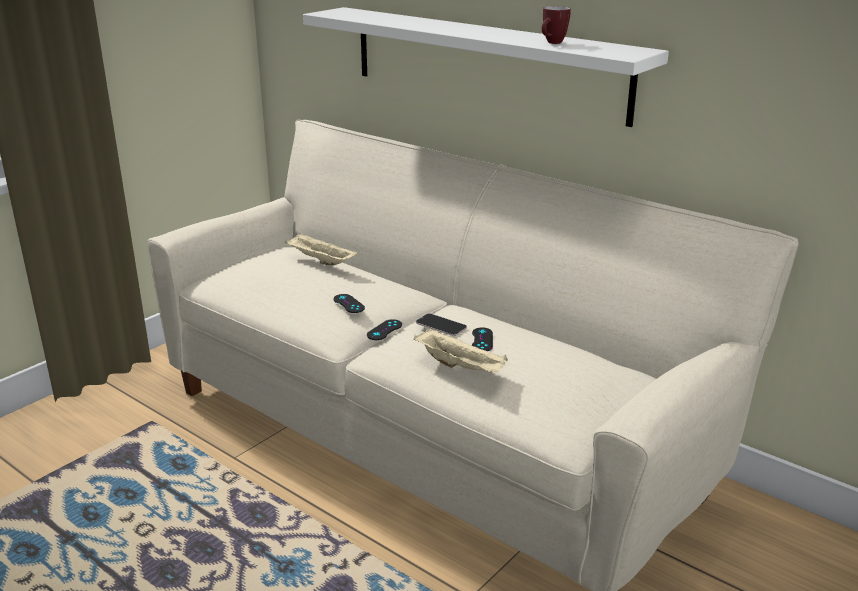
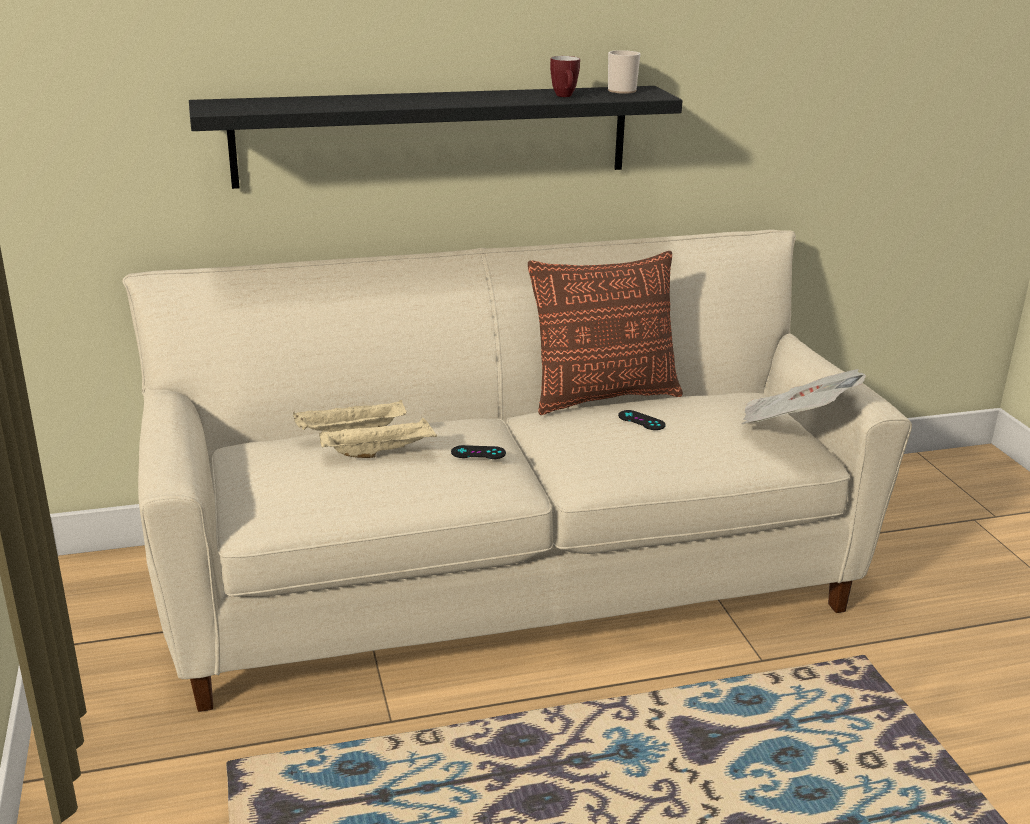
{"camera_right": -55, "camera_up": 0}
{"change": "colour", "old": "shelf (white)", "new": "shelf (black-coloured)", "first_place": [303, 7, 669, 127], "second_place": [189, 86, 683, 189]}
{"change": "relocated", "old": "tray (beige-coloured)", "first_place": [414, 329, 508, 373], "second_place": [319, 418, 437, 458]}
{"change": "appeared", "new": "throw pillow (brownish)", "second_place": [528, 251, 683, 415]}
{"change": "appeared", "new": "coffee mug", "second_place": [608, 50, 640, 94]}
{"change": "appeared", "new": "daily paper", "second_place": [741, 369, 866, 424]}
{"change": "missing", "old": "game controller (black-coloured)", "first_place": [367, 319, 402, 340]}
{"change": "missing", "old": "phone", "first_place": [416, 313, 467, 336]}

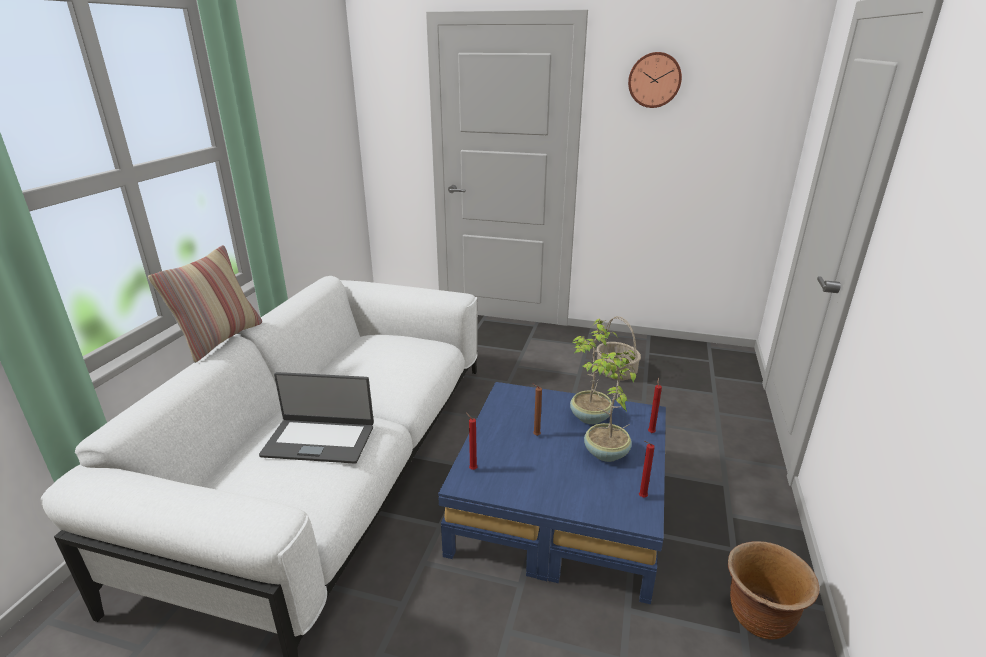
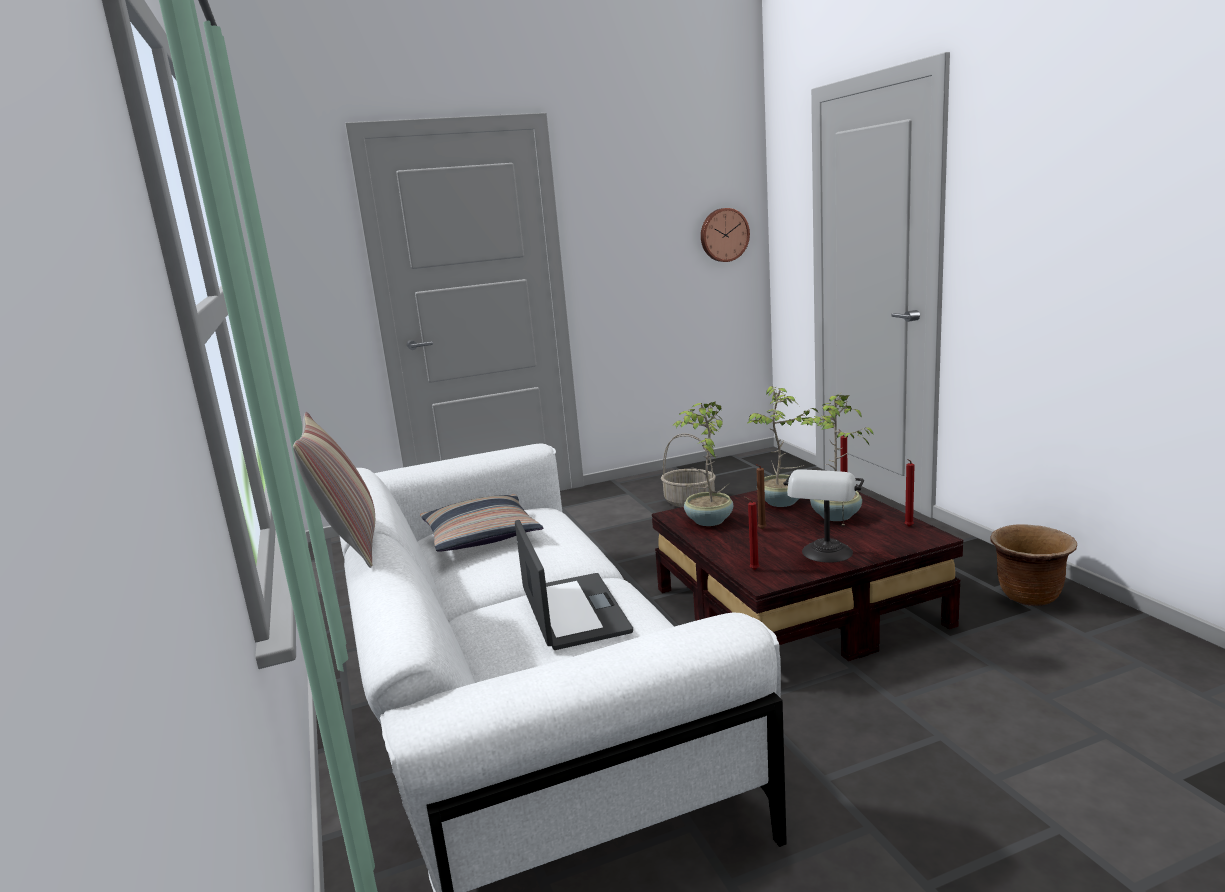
{"camera_right": -35, "camera_up": -10}
{"change": "appeared", "new": "throw pillow", "second_place": [420, 494, 543, 552]}
{"change": "spun", "old": "laptop", "first_place": [259, 372, 374, 464], "second_place": [515, 520, 633, 650], "degrees": -75}
{"change": "colour", "old": "coffee table (bluish)", "new": "coffee table (brownish)", "first_place": [438, 382, 666, 604], "second_place": [652, 490, 963, 661]}
{"change": "appeared", "new": "potted plant", "second_place": [673, 401, 733, 526]}
{"change": "relocated", "old": "wall clock", "first_place": [628, 52, 682, 108], "second_place": [701, 208, 750, 262]}
{"change": "appeared", "new": "table lamp", "second_place": [783, 469, 864, 563]}

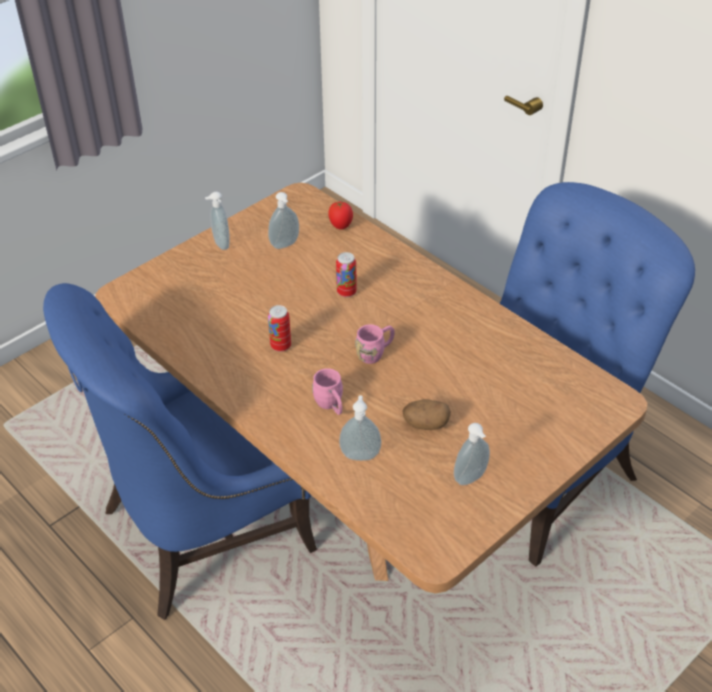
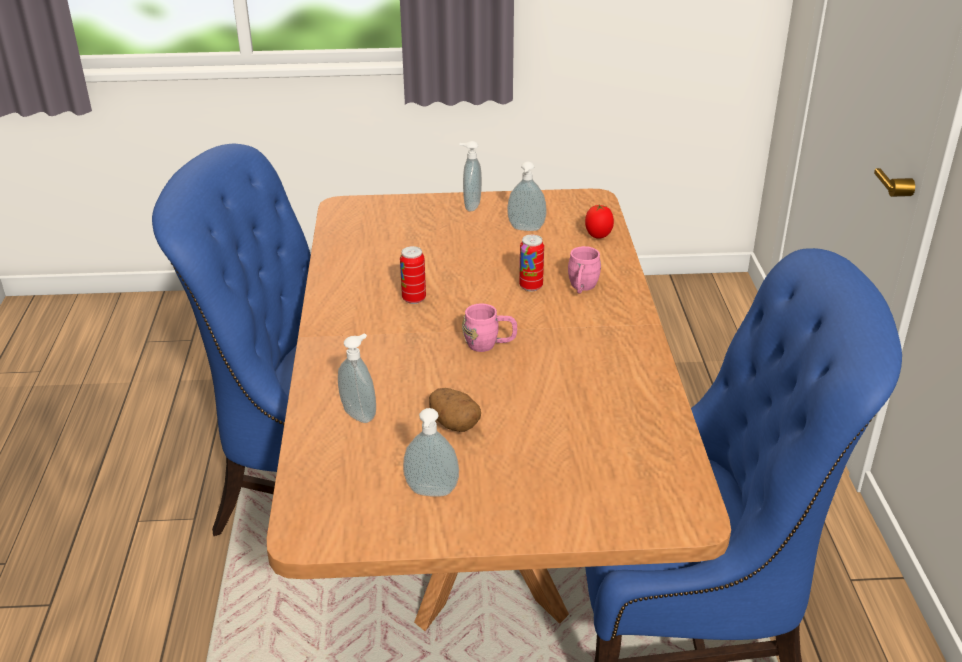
{"camera_right": 40, "camera_up": -10}
{"change": "relocated", "old": "coffee mug (pink)", "first_place": [312, 368, 343, 415], "second_place": [568, 246, 601, 294]}

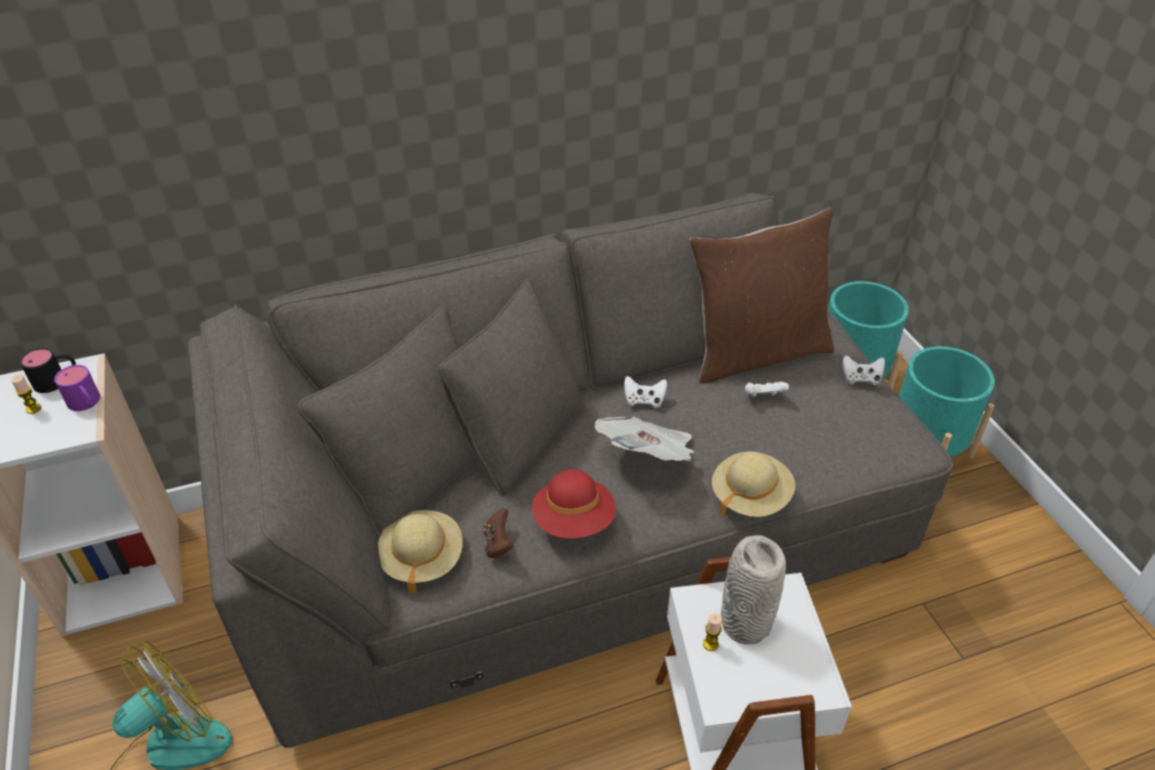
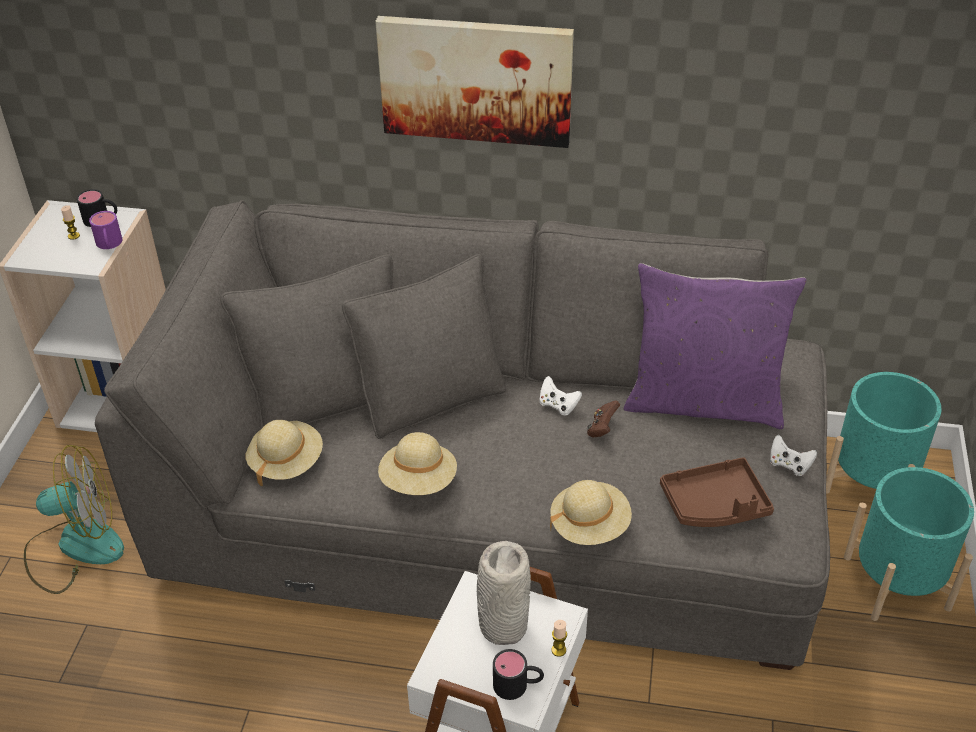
{"camera_right": 30, "camera_up": 0}
{"change": "appeared", "new": "picture", "second_place": [375, 16, 574, 148]}
{"change": "colour", "old": "clothing hat (red-coloured)", "new": "clothing hat (beige-coloured)", "first_place": [532, 469, 616, 538], "second_place": [378, 432, 457, 495]}
{"change": "appeared", "new": "coffee mug (black-coloured)", "second_place": [493, 649, 544, 700]}
{"change": "relocated", "old": "candle", "first_place": [703, 613, 722, 651], "second_place": [551, 620, 567, 657]}
{"change": "relocated", "old": "game controller (brownish)", "first_place": [483, 508, 514, 558], "second_place": [587, 401, 620, 438]}
{"change": "colour", "old": "throw pillow (brownish)", "new": "throw pillow (purple)", "first_place": [689, 208, 834, 384], "second_place": [624, 263, 806, 429]}
{"change": "appeared", "new": "tray (brownish)", "second_place": [660, 457, 774, 527]}
{"change": "missing", "old": "daily paper", "first_place": [595, 417, 694, 461]}
{"change": "missing", "old": "game controller (white)", "first_place": [745, 381, 789, 397]}

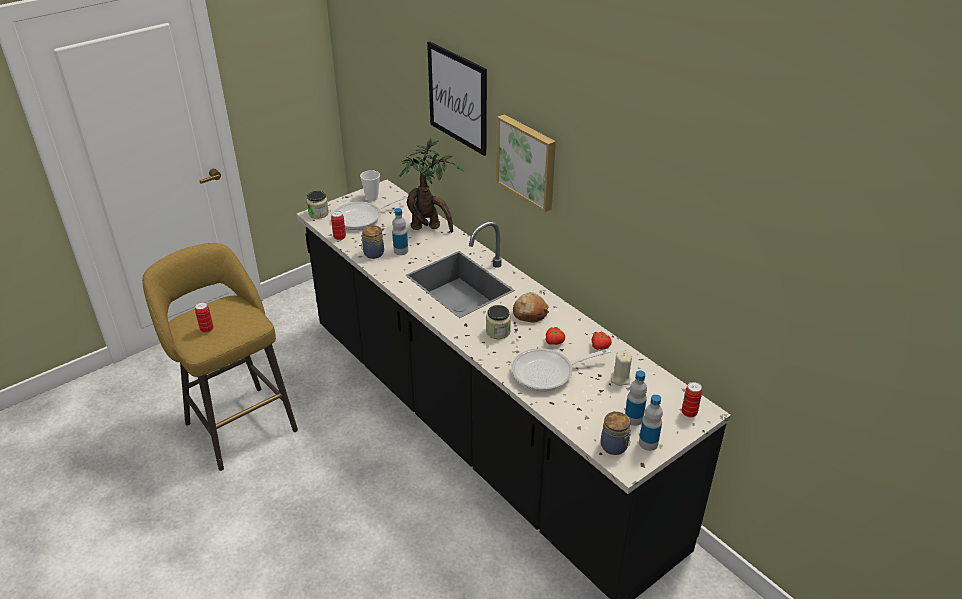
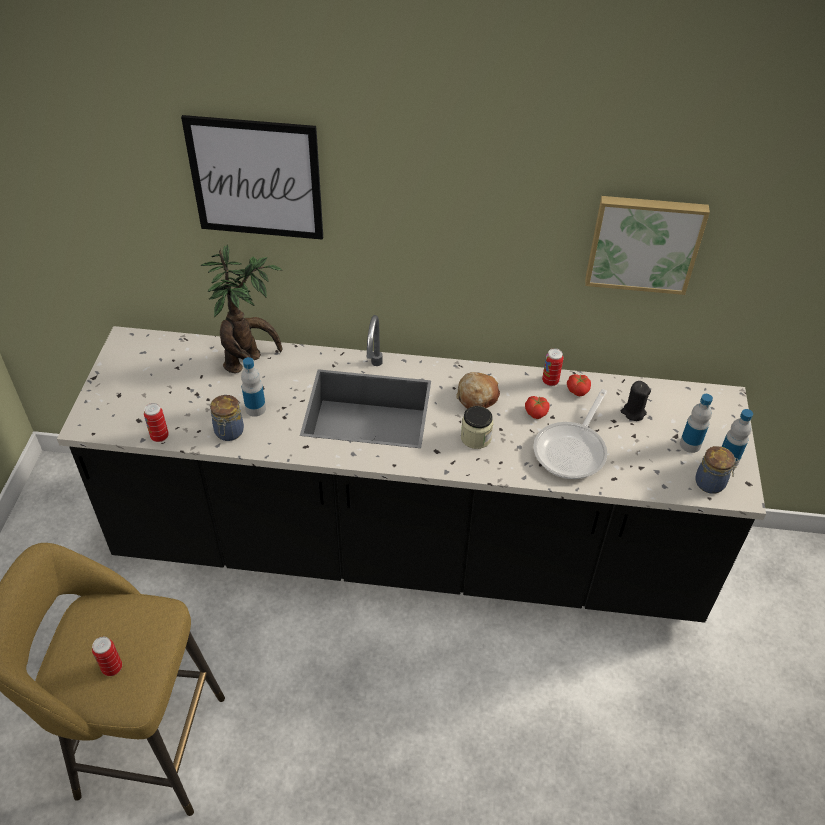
{"camera_right": -45, "camera_up": 10}
{"change": "relocated", "old": "sealed can", "first_place": [682, 382, 702, 417], "second_place": [542, 348, 563, 386]}
{"change": "relocated", "old": "picture", "first_place": [496, 114, 556, 212], "second_place": [585, 196, 710, 295]}
{"change": "colour", "old": "candle (beige-coloured)", "new": "candle (black-coloured)", "first_place": [611, 350, 632, 386], "second_place": [621, 381, 651, 421]}
{"change": "missing", "old": "storage jar", "first_place": [307, 191, 329, 219]}
{"change": "missing", "old": "pan", "first_place": [335, 195, 408, 230]}
{"change": "missing", "old": "cup", "first_place": [360, 170, 380, 201]}

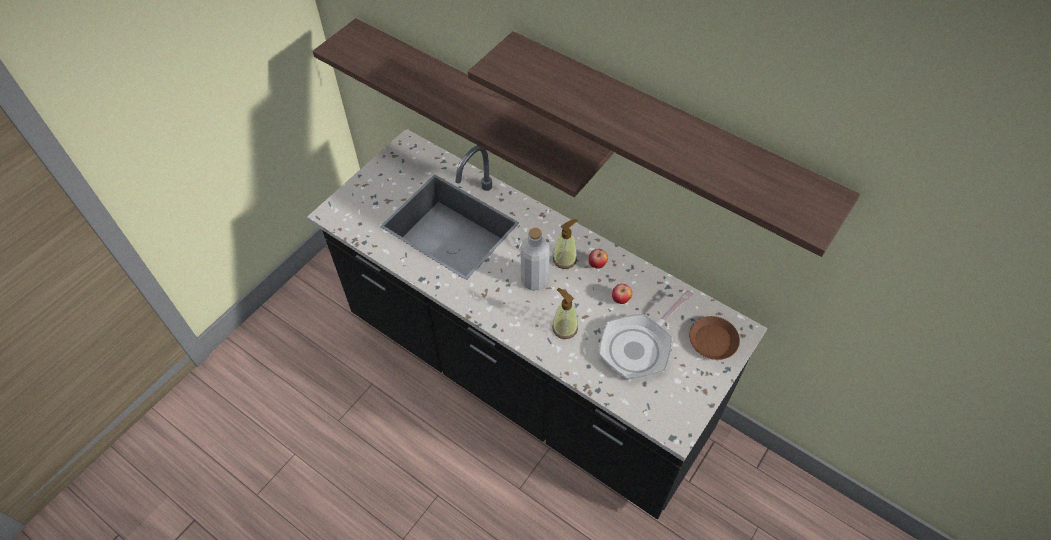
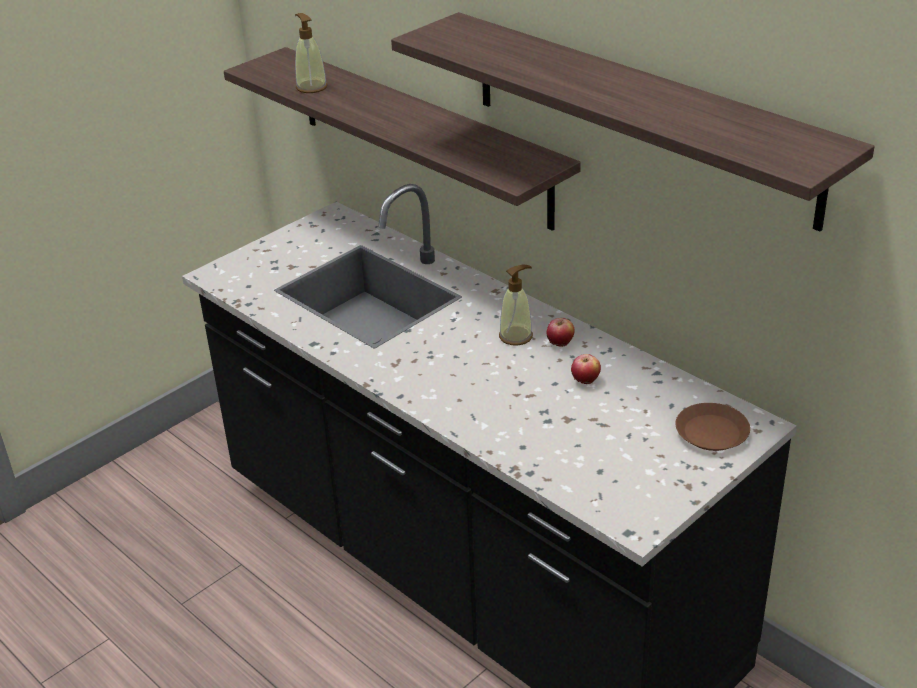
{"camera_right": 10, "camera_up": -20}
{"change": "relocated", "old": "liquid soap bottle", "first_place": [552, 288, 578, 339], "second_place": [295, 13, 327, 93]}
{"change": "missing", "old": "drink bottle (gray)", "first_place": [520, 228, 550, 290]}
{"change": "missing", "old": "pan", "first_place": [598, 290, 694, 380]}

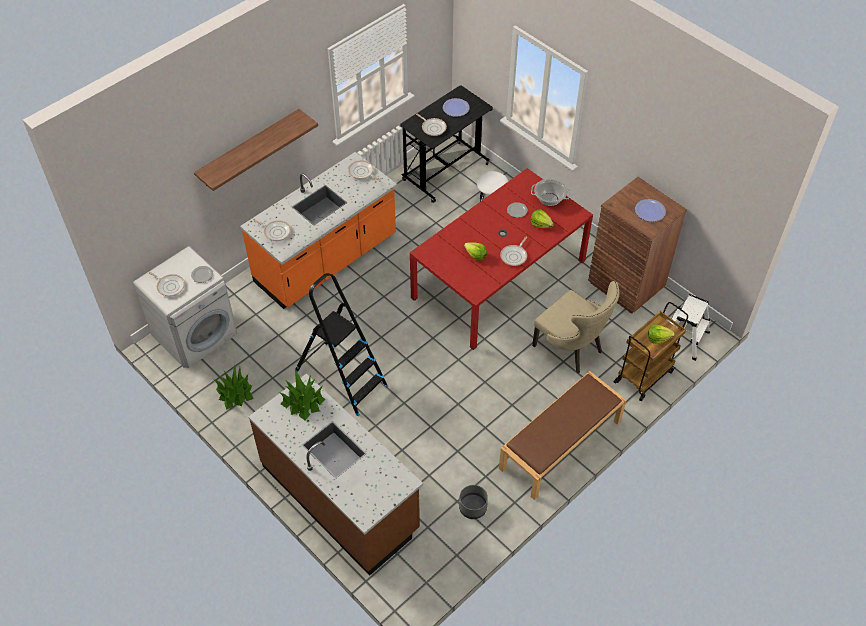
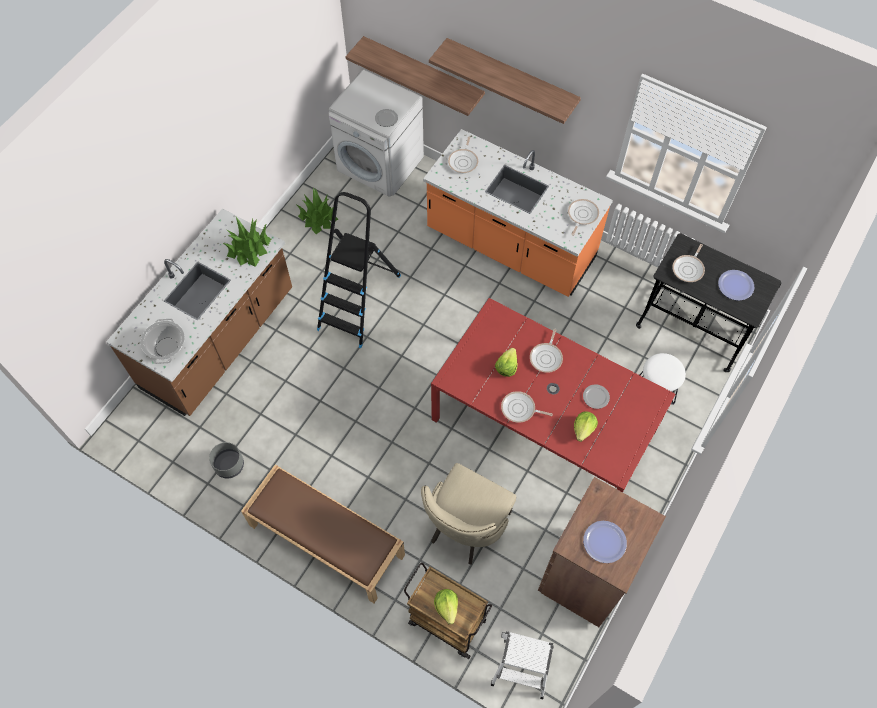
{"camera_right": 75, "camera_up": 10}
{"change": "relocated", "old": "saucepot", "first_place": [531, 179, 570, 206], "second_place": [141, 319, 185, 364]}
{"change": "appeared", "new": "shelf", "second_place": [345, 36, 485, 116]}
{"change": "relocated", "old": "pan", "first_place": [149, 272, 185, 296], "second_place": [530, 329, 563, 373]}

